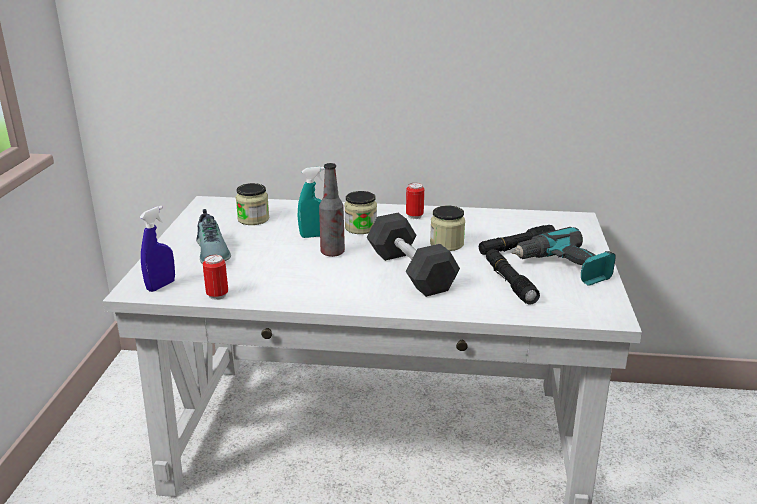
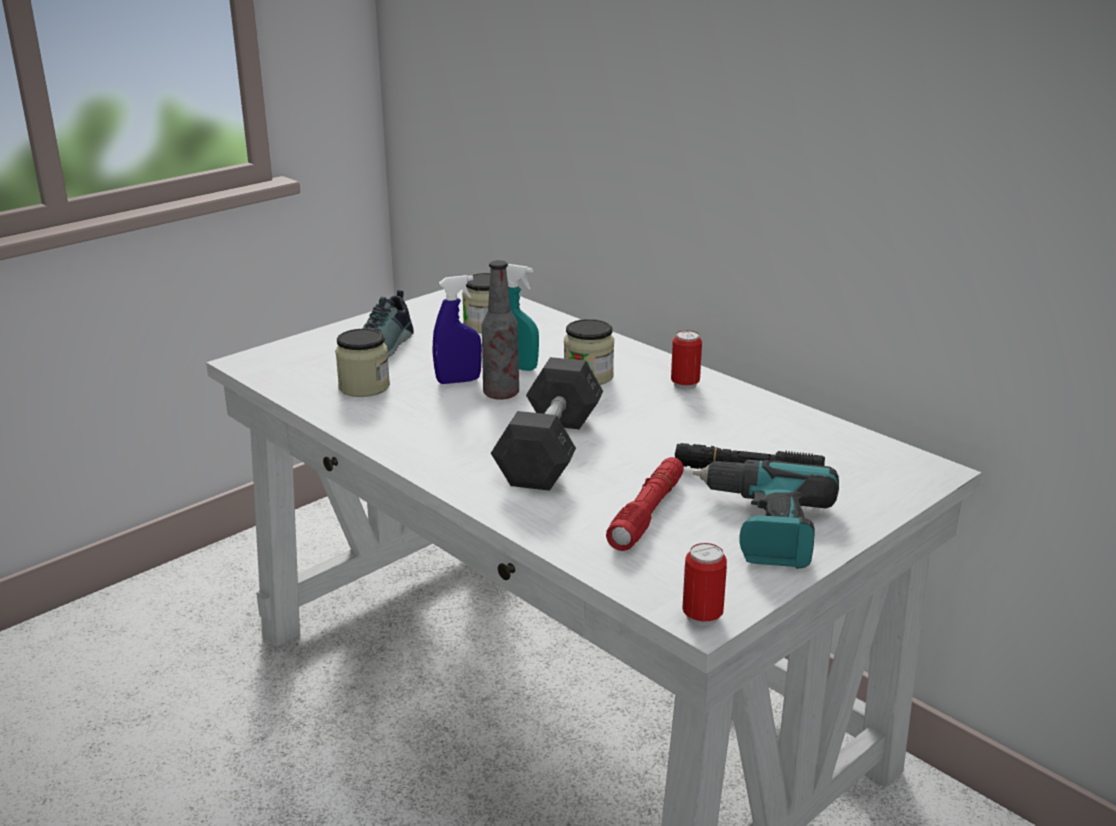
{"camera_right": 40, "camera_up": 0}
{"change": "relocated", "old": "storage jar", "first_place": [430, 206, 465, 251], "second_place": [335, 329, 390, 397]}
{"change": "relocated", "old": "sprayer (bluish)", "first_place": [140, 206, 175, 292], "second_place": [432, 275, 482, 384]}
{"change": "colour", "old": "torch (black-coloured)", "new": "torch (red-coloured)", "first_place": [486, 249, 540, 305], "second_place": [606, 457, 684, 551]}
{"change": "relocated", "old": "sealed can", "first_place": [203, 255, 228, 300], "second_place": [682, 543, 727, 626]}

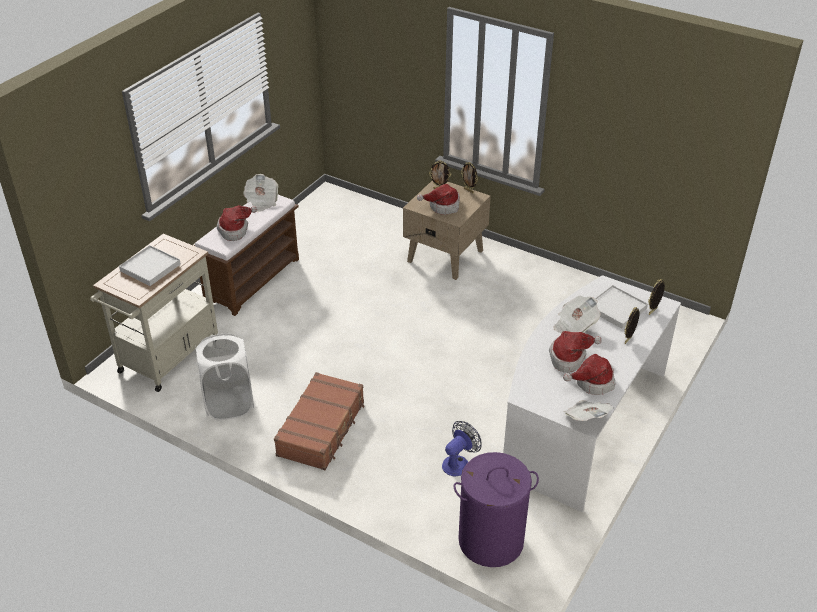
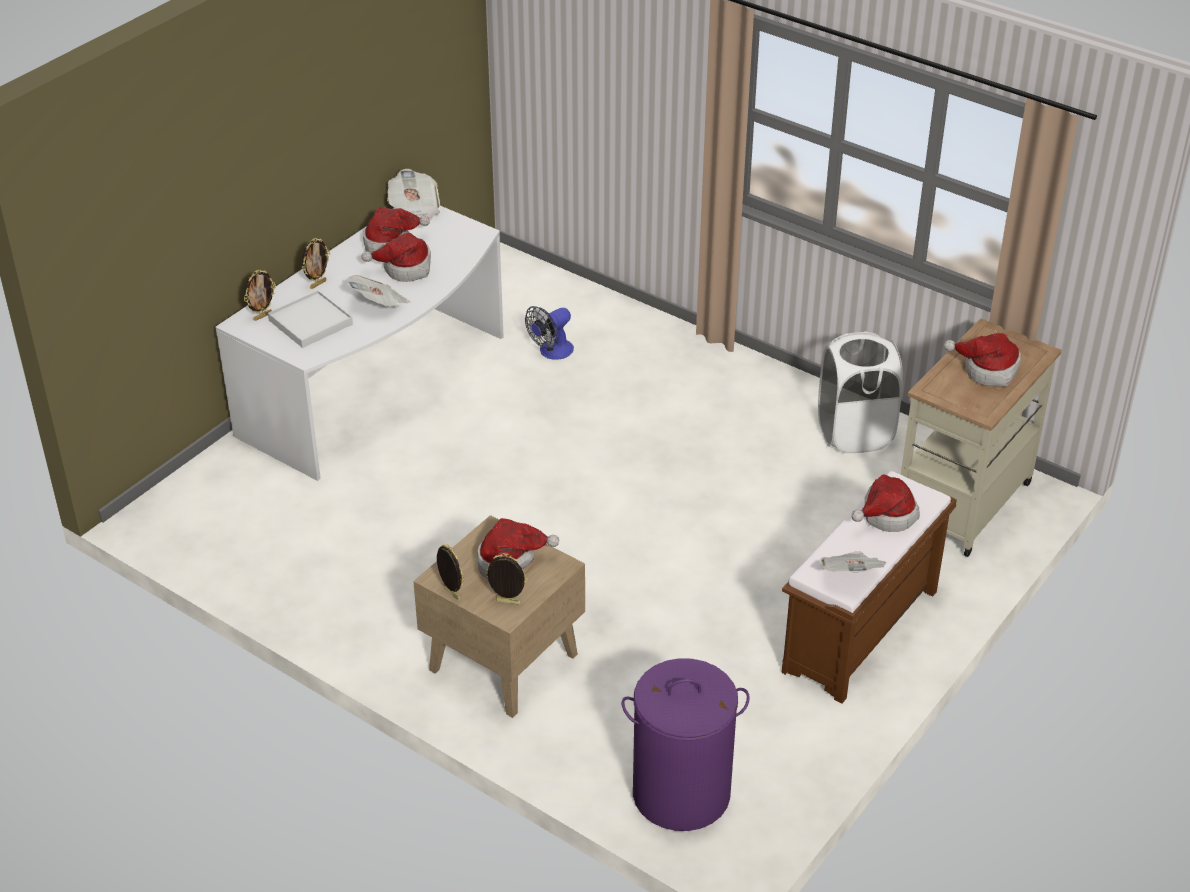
{"camera_right": -175, "camera_up": 0}
{"change": "relocated", "old": "washing basket (purple)", "first_place": [453, 452, 539, 567], "second_place": [622, 658, 750, 831]}
{"change": "exchanged", "old": "tray (white)", "new": "clothing hat", "first_place": [119, 245, 181, 286], "second_place": [944, 333, 1021, 387]}
{"change": "missing", "old": "travel case (brownish)", "first_place": [274, 372, 365, 470]}

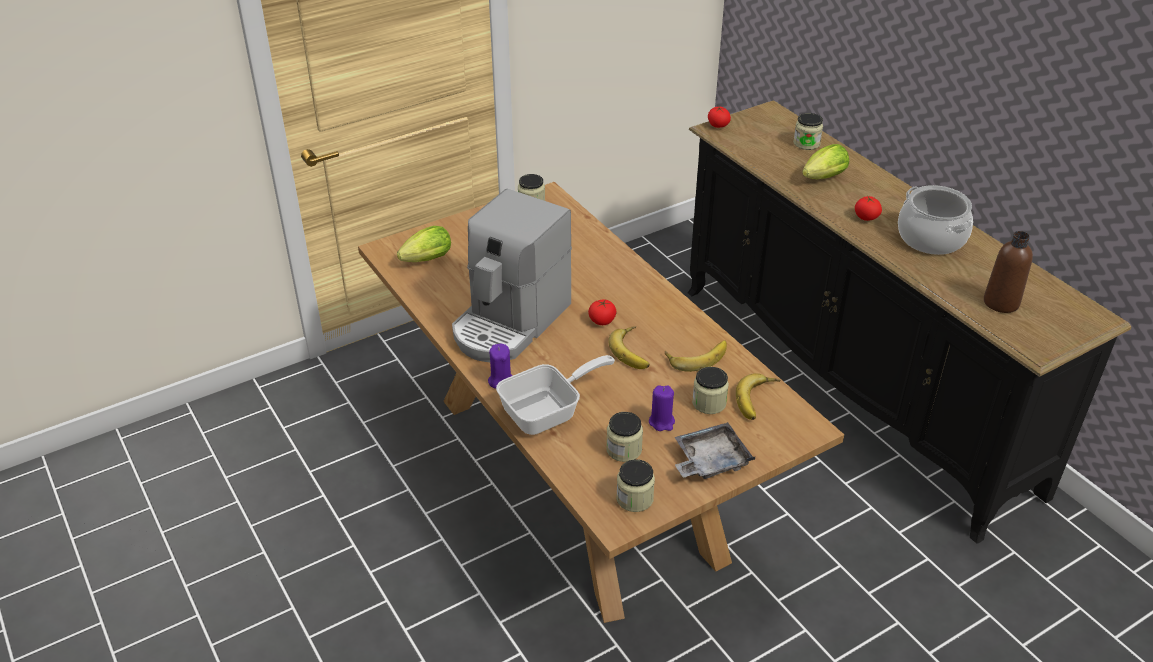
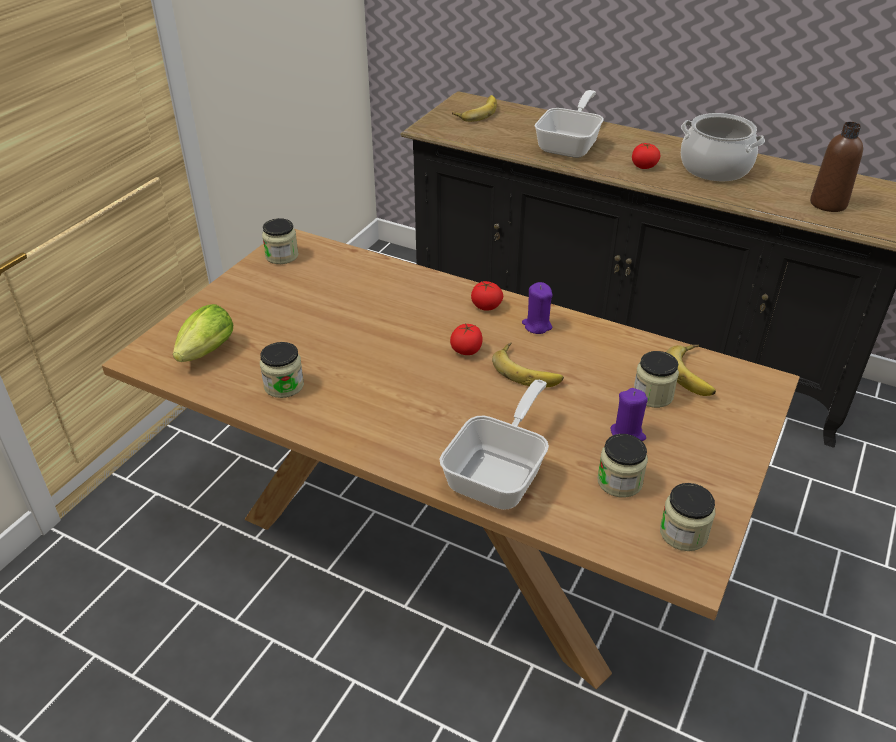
{"camera_right": -30, "camera_up": 0}
{"change": "relocated", "old": "storage jar", "first_place": [793, 113, 823, 150], "second_place": [260, 342, 304, 398]}
{"change": "relocated", "old": "banana fruit", "first_place": [665, 340, 727, 372], "second_place": [452, 95, 497, 122]}
{"change": "relocated", "old": "tomato", "first_place": [708, 107, 731, 128], "second_place": [471, 281, 503, 311]}
{"change": "relocated", "old": "candle (purple)", "first_place": [488, 344, 513, 389], "second_place": [522, 282, 553, 334]}
{"change": "exchanged", "old": "lettuce", "new": "pan", "first_place": [802, 144, 849, 179], "second_place": [535, 90, 604, 158]}
{"change": "missing", "old": "coffee machine", "first_place": [452, 189, 572, 362]}
{"change": "missing", "old": "tray (gray)", "first_place": [675, 423, 756, 479]}

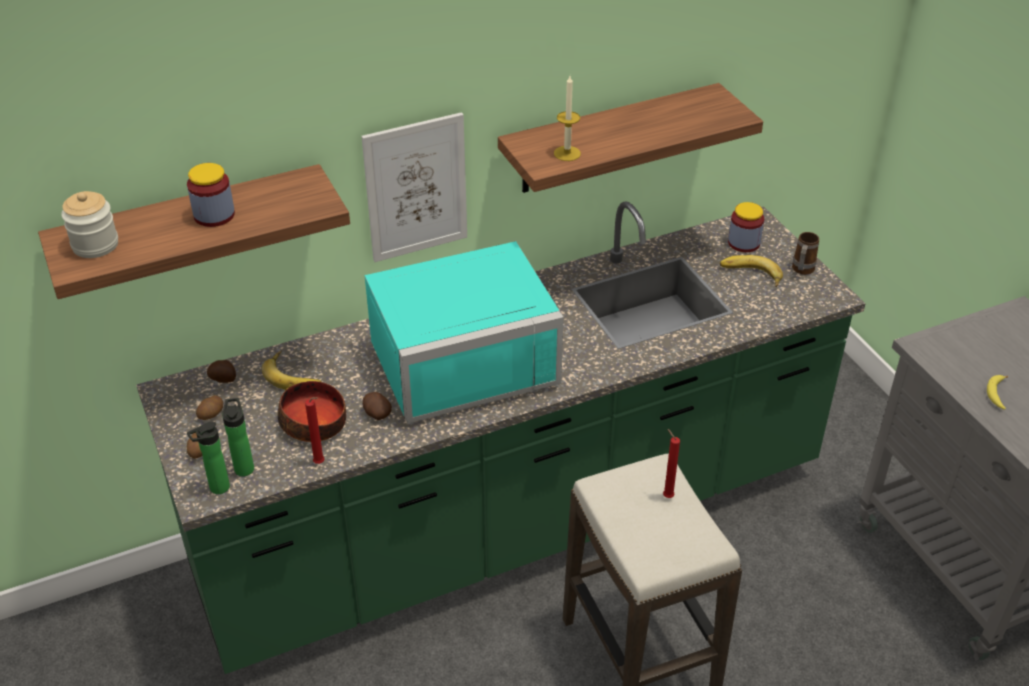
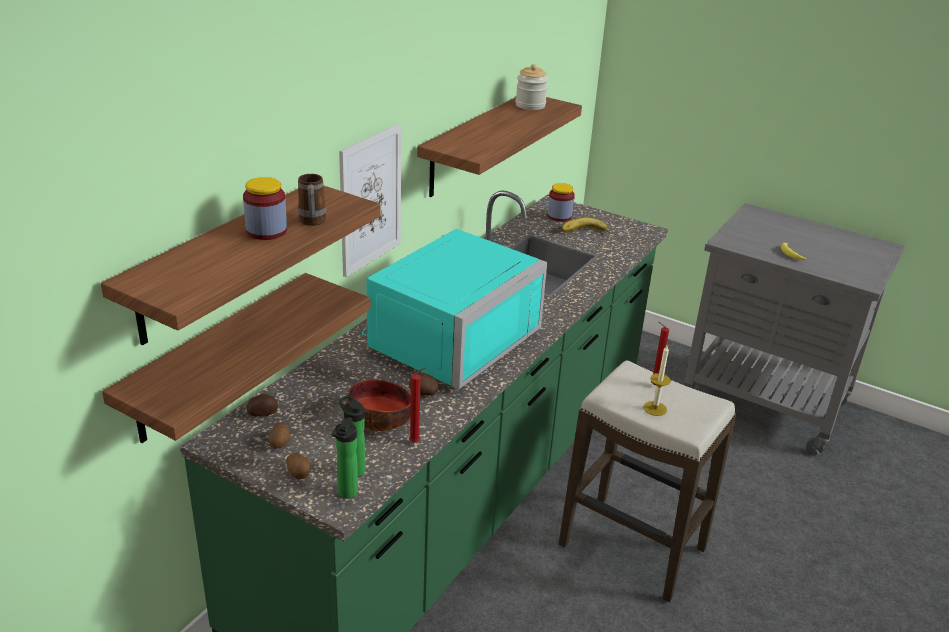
{"camera_right": -35, "camera_up": -10}
{"change": "appeared", "new": "shelf", "second_place": [102, 273, 371, 443]}
{"change": "relocated", "old": "coffee mug", "first_place": [792, 232, 819, 275], "second_place": [298, 174, 326, 226]}
{"change": "relocated", "old": "storage jar", "first_place": [61, 191, 118, 258], "second_place": [516, 64, 548, 110]}
{"change": "relocated", "old": "candle", "first_place": [554, 76, 581, 161], "second_place": [643, 346, 671, 416]}
{"change": "missing", "old": "banana fruit", "first_place": [262, 351, 321, 390]}

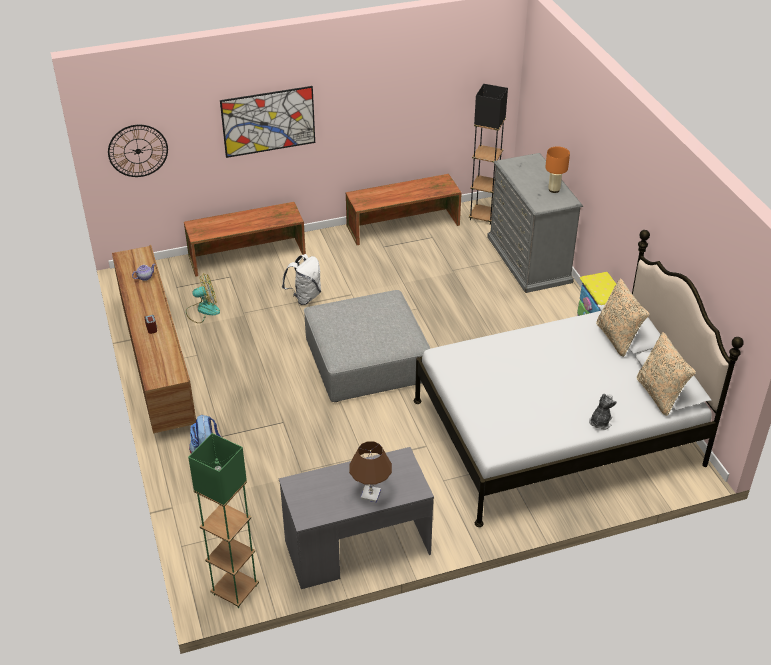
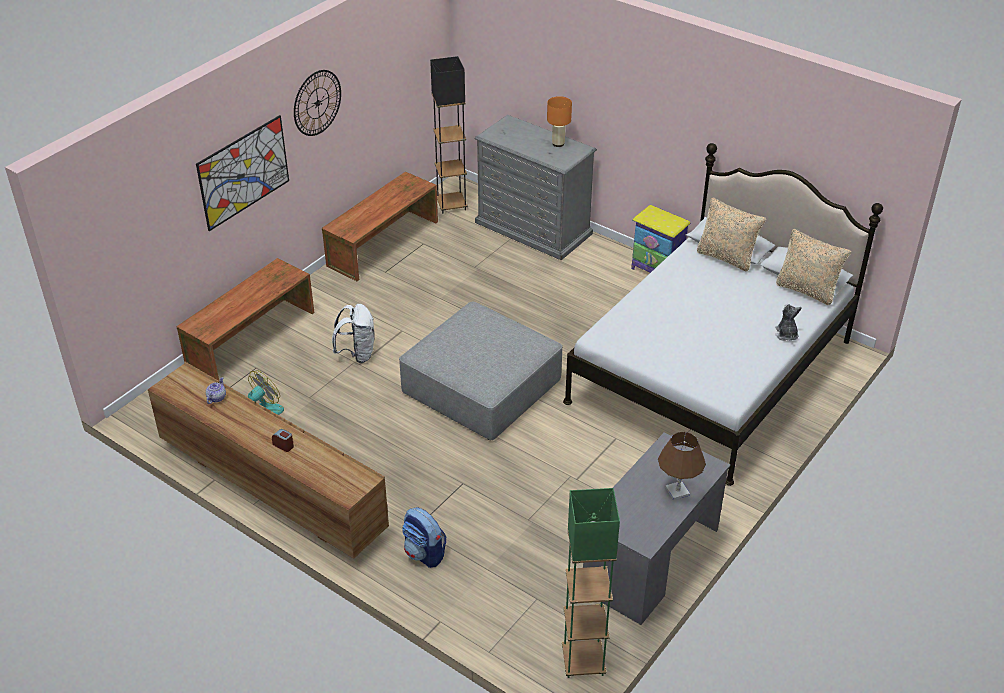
{"camera_right": -35, "camera_up": 0}
{"change": "relocated", "old": "wall clock", "first_place": [108, 125, 168, 177], "second_place": [294, 70, 341, 136]}

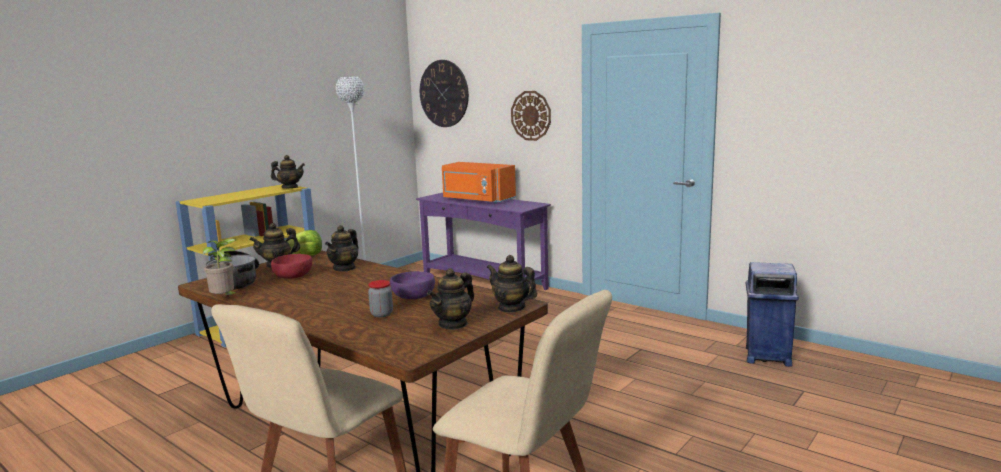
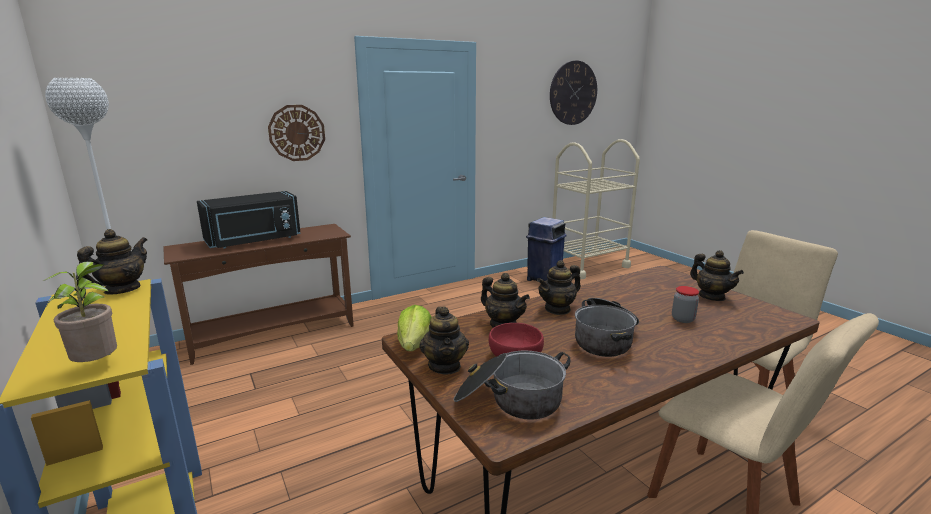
{"camera_right": -70, "camera_up": 5}
{"change": "relocated", "old": "potted plant", "first_place": [203, 239, 238, 295], "second_place": [43, 261, 117, 362]}
{"change": "colour", "old": "console table (purple)", "new": "console table (brownish)", "first_place": [416, 193, 551, 290], "second_place": [163, 224, 354, 365]}
{"change": "colour", "old": "microwave (orange-coloured)", "new": "microwave (black-coloured)", "first_place": [442, 162, 516, 204], "second_place": [197, 191, 301, 248]}
{"change": "relocated", "old": "tea pot", "first_place": [487, 255, 537, 313], "second_place": [537, 260, 581, 315]}
{"change": "relocated", "old": "wall clock", "first_place": [420, 60, 469, 127], "second_place": [550, 61, 597, 125]}
{"change": "appeared", "new": "cart (beige-coloured)", "second_place": [552, 139, 640, 279]}
{"change": "appeared", "new": "saucepot", "second_place": [575, 298, 639, 357]}
{"change": "missing", "old": "deep dish (purple)", "first_place": [390, 271, 435, 299]}

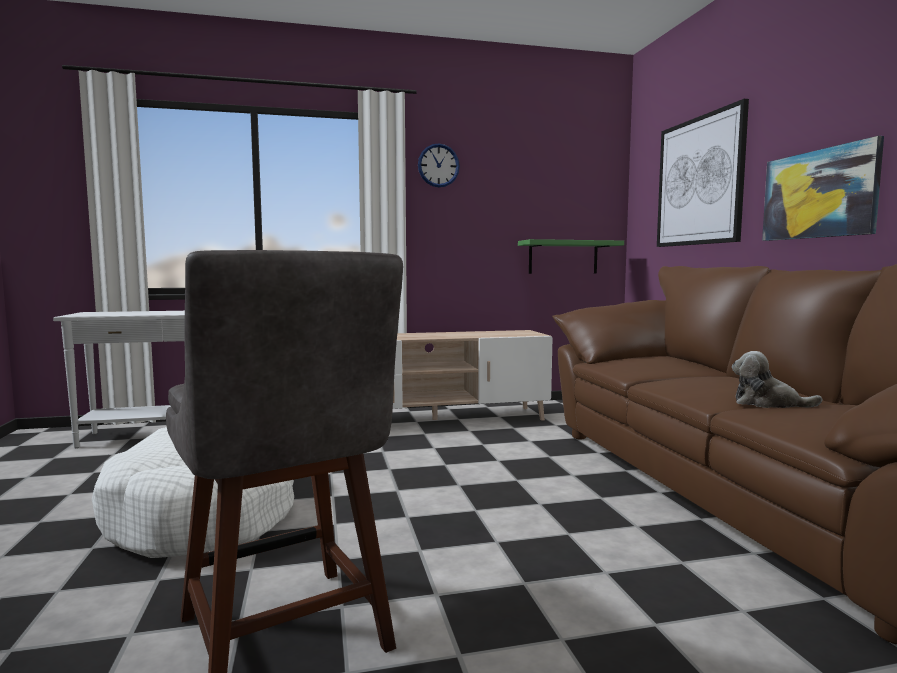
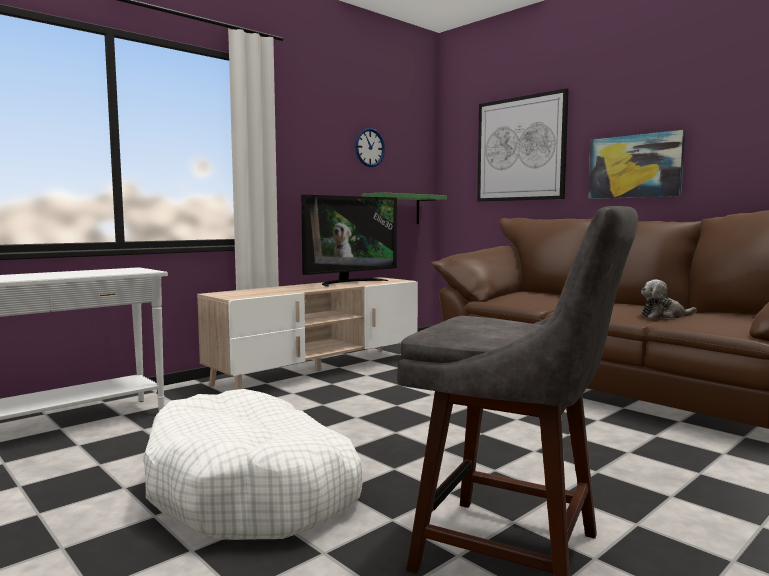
{"camera_right": -30, "camera_up": 0}
{"change": "appeared", "new": "television", "second_place": [301, 195, 397, 287]}
{"change": "relocated", "old": "wall clock", "first_place": [418, 143, 460, 187], "second_place": [355, 128, 385, 167]}

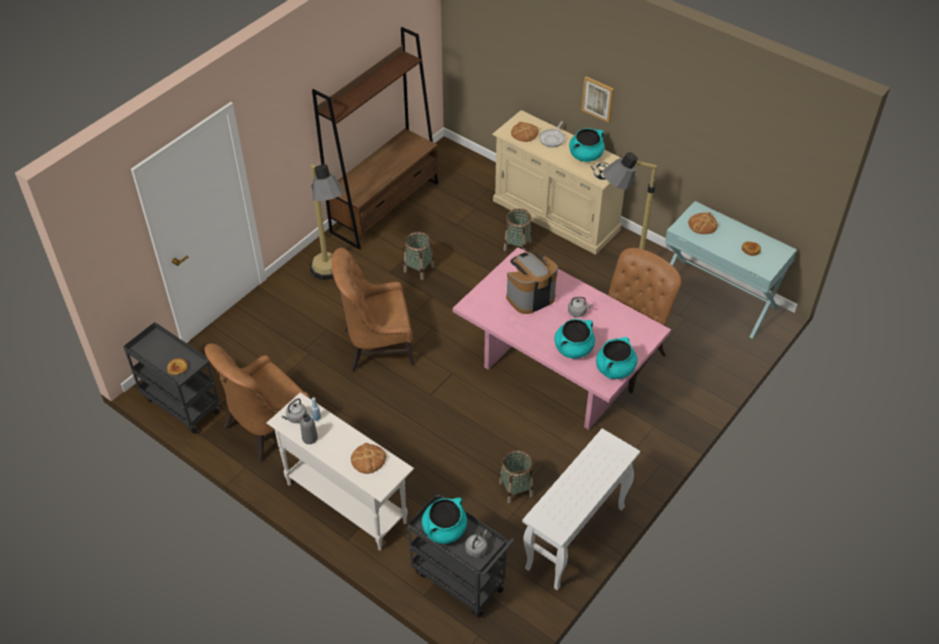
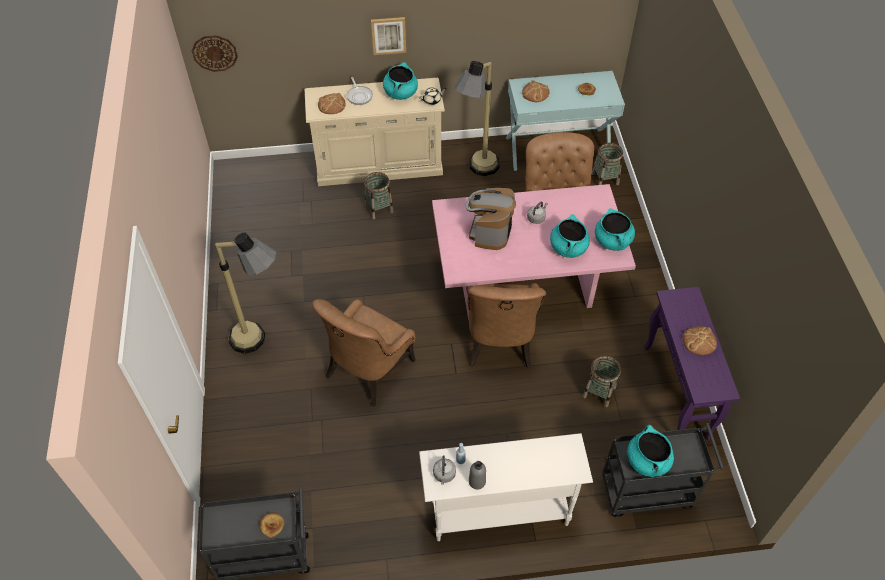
{"camera_right": -45, "camera_up": 5}
{"change": "appeared", "new": "wall clock", "second_place": [192, 35, 238, 72]}
{"change": "relocated", "old": "upright chair (brownish)", "first_place": [205, 344, 310, 463], "second_place": [466, 283, 546, 368]}
{"change": "relocated", "old": "household basket", "first_place": [404, 232, 435, 280], "second_place": [592, 143, 623, 185]}
{"change": "colour", "old": "console table (white)", "new": "console table (purple)", "first_place": [522, 428, 640, 590], "second_place": [644, 287, 740, 440]}
{"change": "relocated", "old": "bread", "first_place": [351, 443, 386, 474], "second_place": [682, 326, 717, 355]}
{"change": "missing", "old": "bookcase (brownish)", "first_place": [312, 27, 438, 250]}
{"change": "missing", "old": "tea kettle (gray)", "first_place": [465, 530, 487, 557]}

